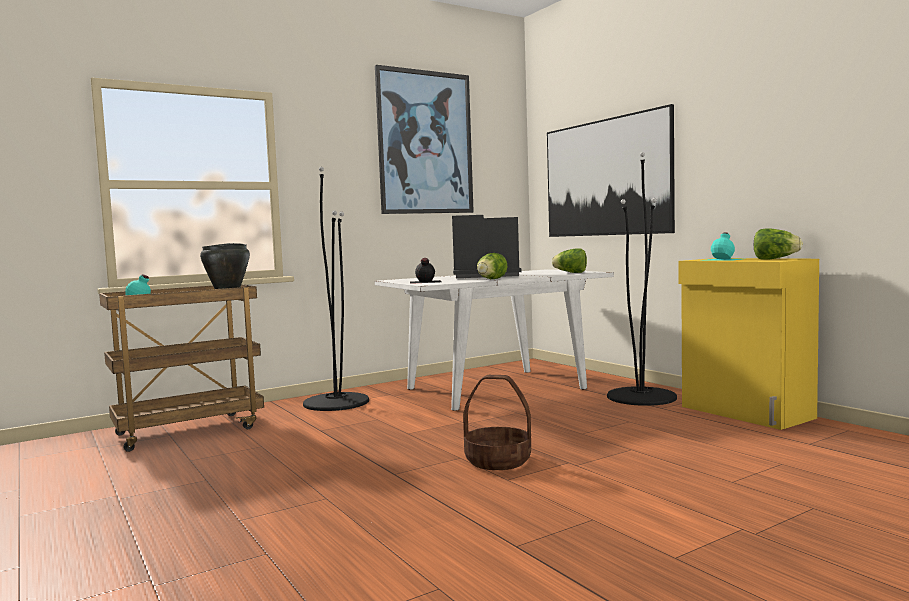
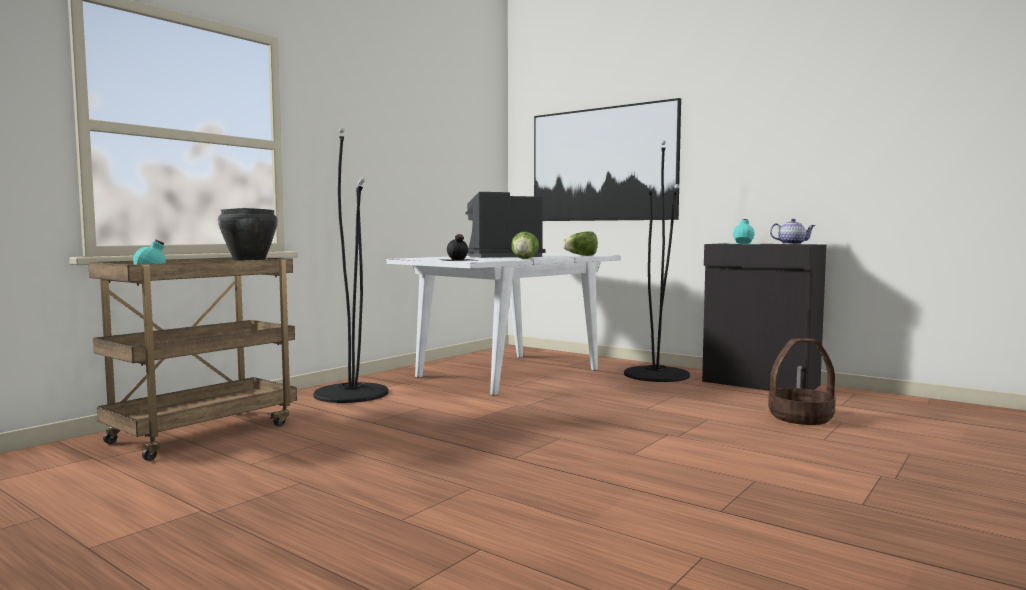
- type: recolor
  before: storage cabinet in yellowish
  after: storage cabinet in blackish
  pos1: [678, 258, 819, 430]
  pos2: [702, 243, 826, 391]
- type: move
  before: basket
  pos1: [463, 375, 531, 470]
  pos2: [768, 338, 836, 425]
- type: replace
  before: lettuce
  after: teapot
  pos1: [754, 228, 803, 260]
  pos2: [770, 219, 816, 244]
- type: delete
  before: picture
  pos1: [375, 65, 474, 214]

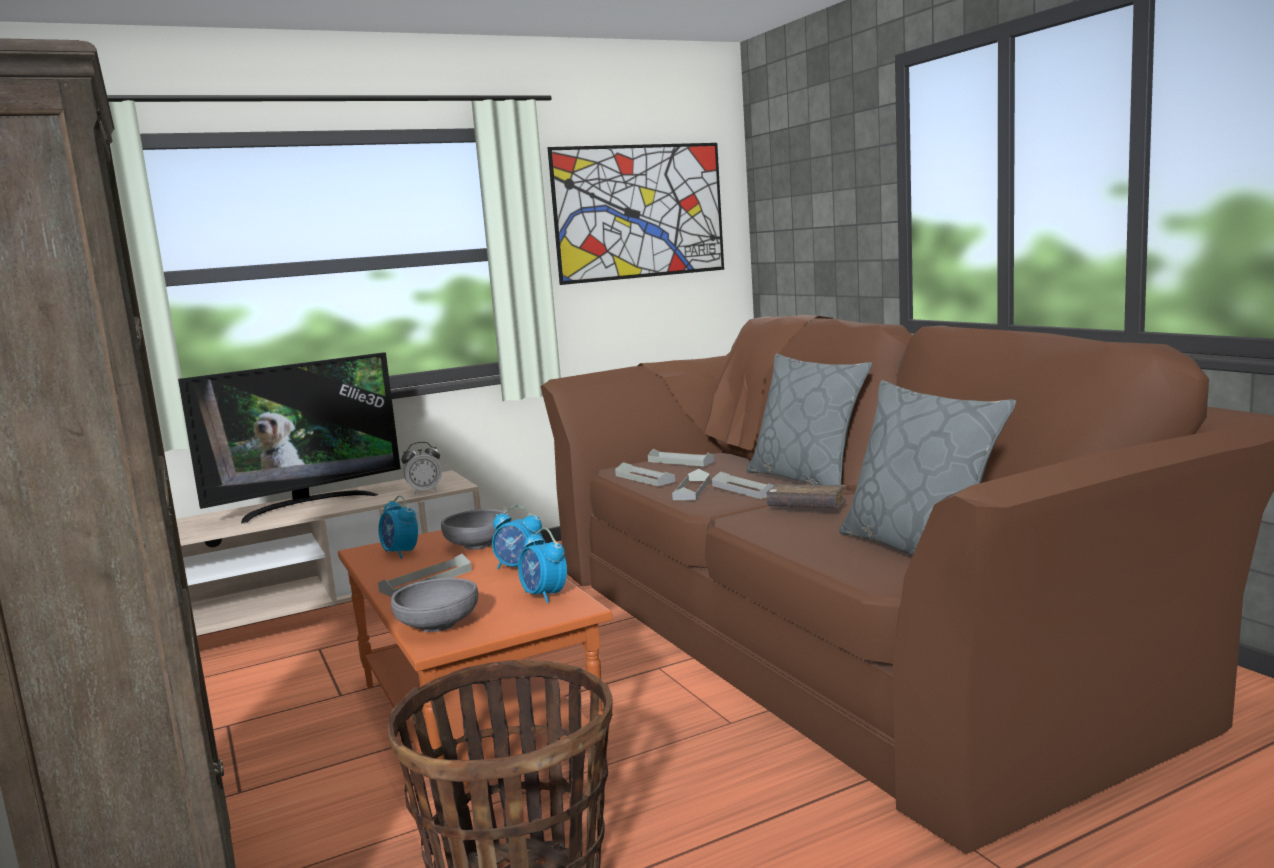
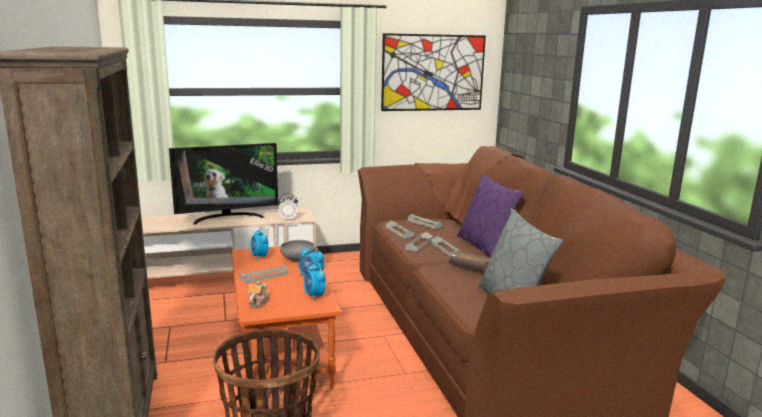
- type: replace
  before: serving bowl in grey
  after: teapot
  pos1: [391, 578, 478, 632]
  pos2: [248, 281, 269, 308]
- type: recolor
  before: pillow in grey
  after: pillow in purplish
  pos1: [746, 354, 872, 485]
  pos2: [457, 174, 524, 257]

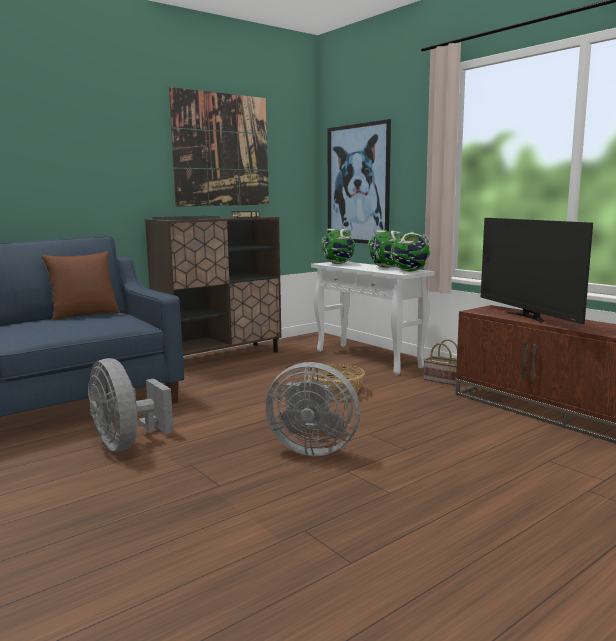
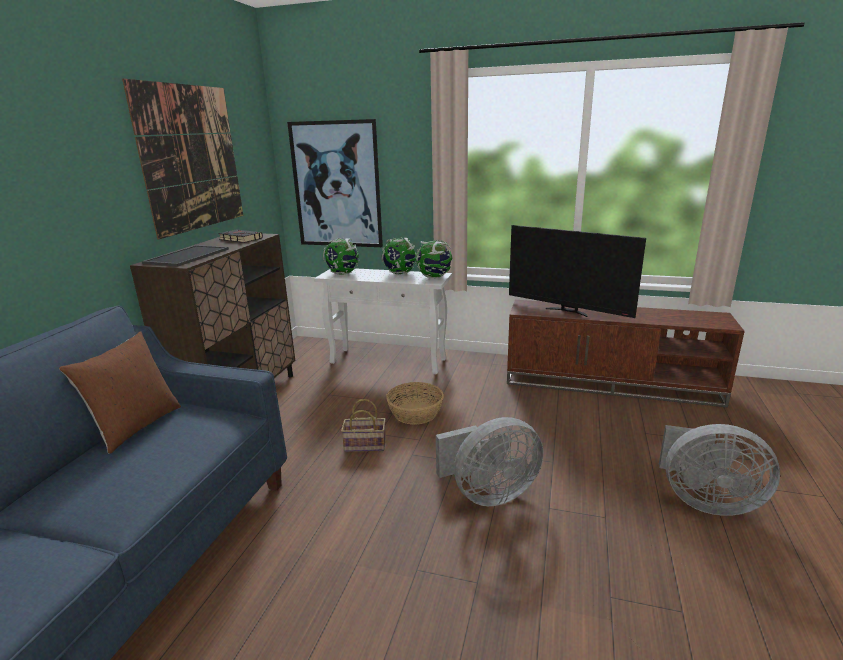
- type: move
  before: basket
  pos1: [424, 339, 458, 386]
  pos2: [341, 399, 386, 452]
- type: move
  before: fan in grey
  pos1: [88, 358, 173, 451]
  pos2: [659, 424, 780, 516]

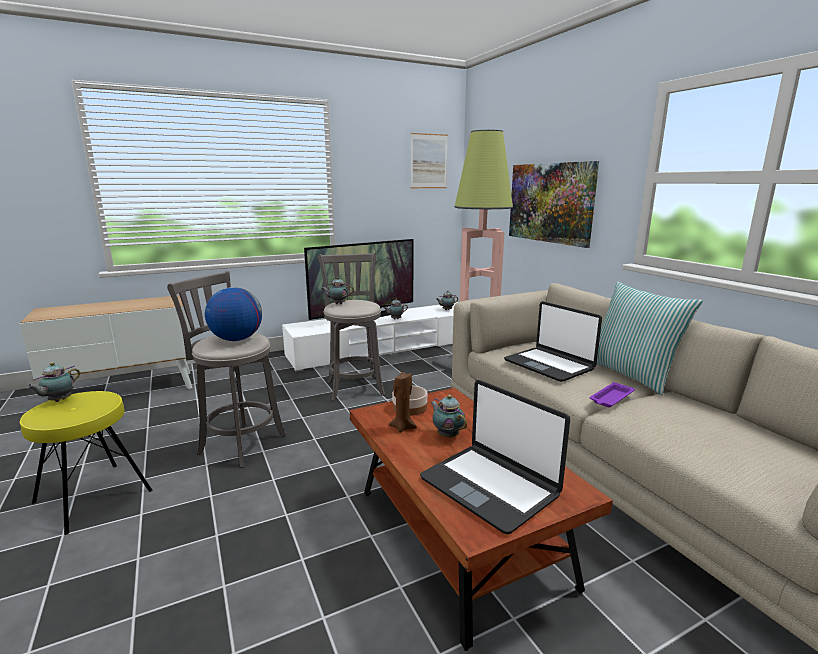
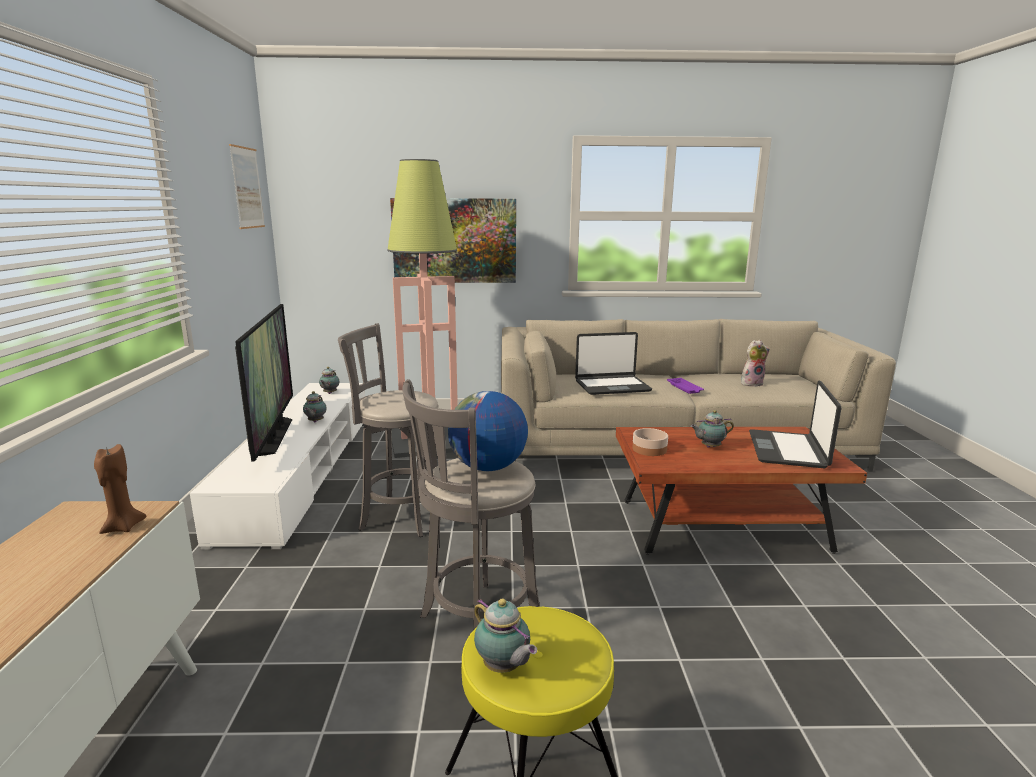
- type: move
  before: candle in brownish
  pos1: [389, 372, 417, 432]
  pos2: [94, 444, 147, 534]
- type: insert
  after: plush toy
  pos2: [741, 340, 770, 387]
- type: rotate
  before: portable computer
  pos1: [420, 380, 570, 534]
  pos2: [749, 381, 841, 468]
  turn: 120
- type: delete
  before: teapot
  pos1: [322, 277, 354, 304]
- type: delete
  before: pillow
  pos1: [596, 282, 703, 395]

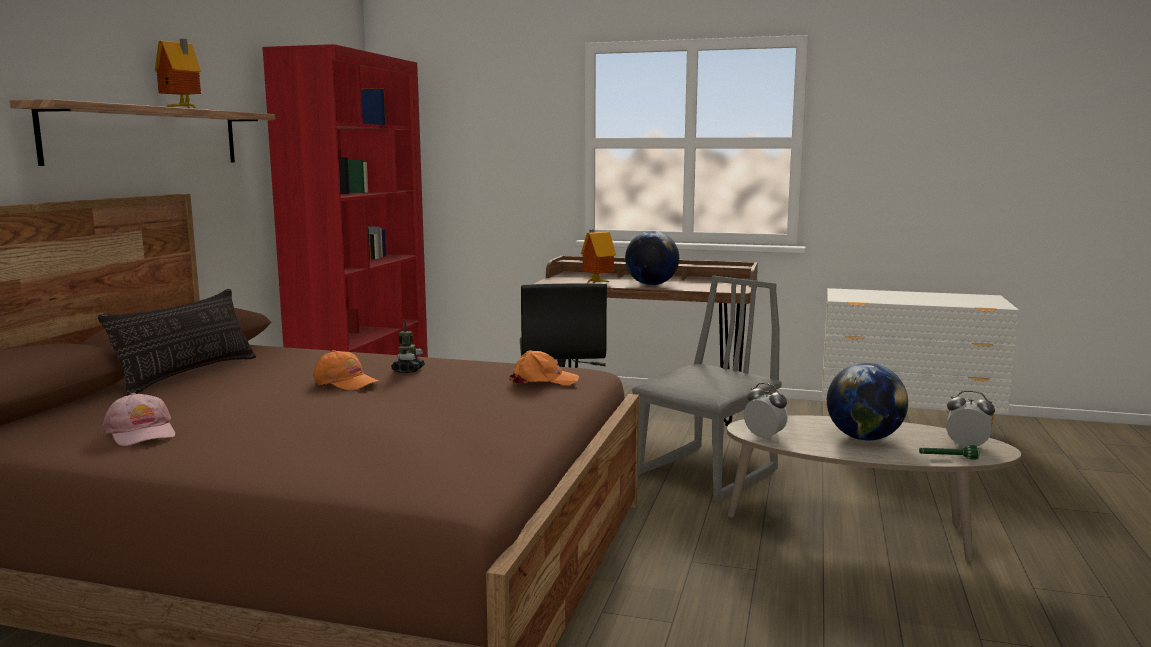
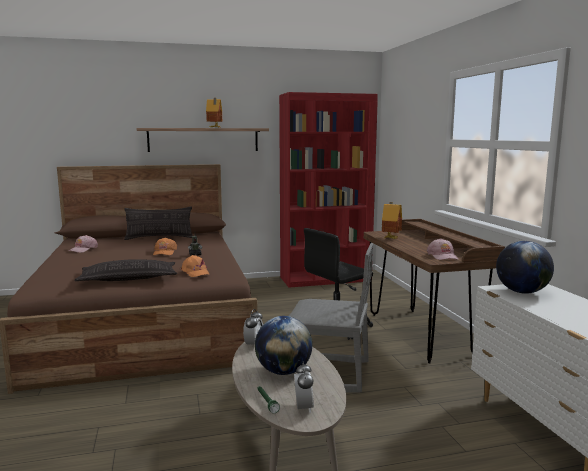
- type: insert
  after: pillow
  pos2: [74, 259, 177, 281]
- type: insert
  after: peaked cap in pinkish
  pos2: [427, 238, 458, 260]
- type: move
  before: desk globe
  pos1: [625, 231, 679, 285]
  pos2: [496, 241, 554, 294]

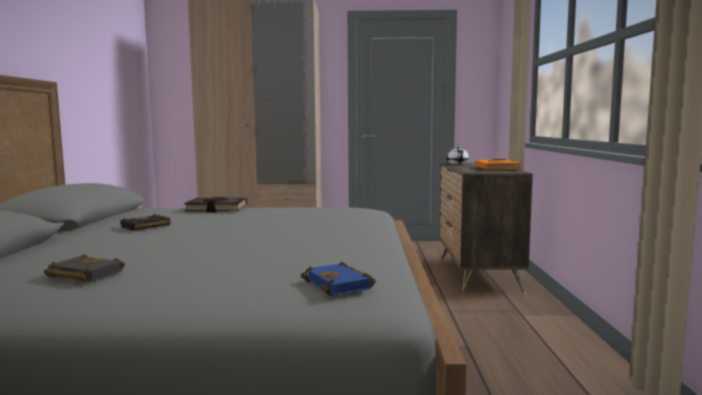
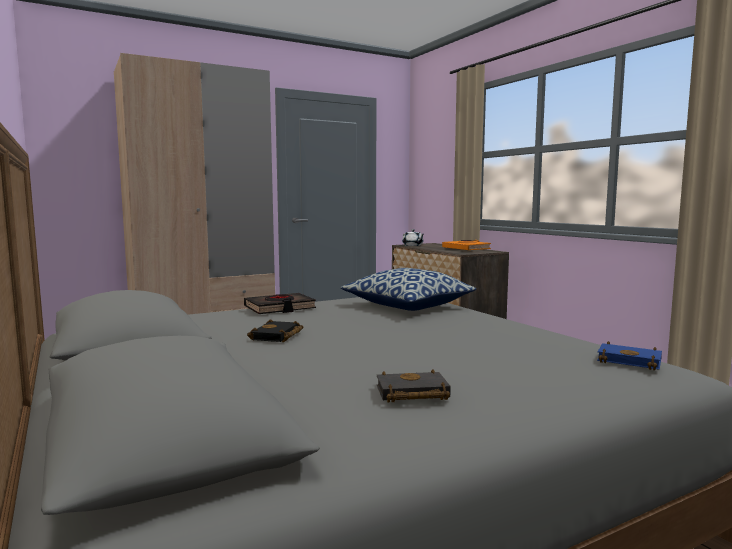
- type: insert
  after: pillow
  pos2: [340, 268, 476, 311]

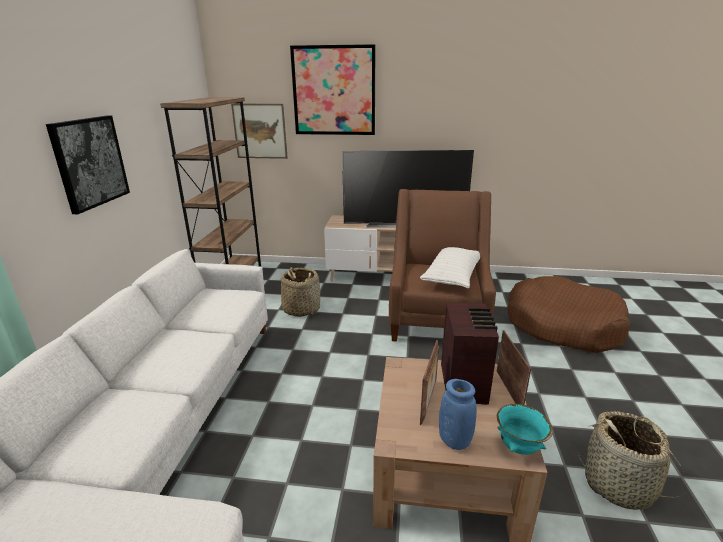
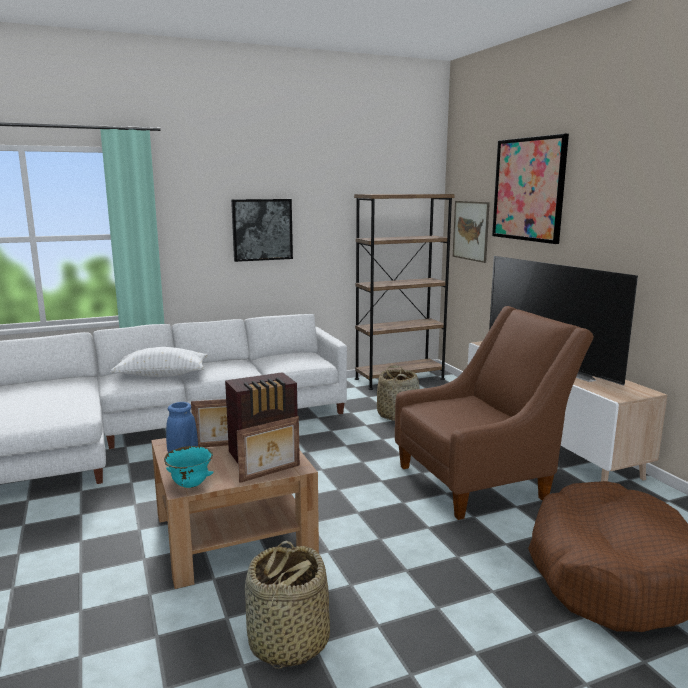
- type: move
  before: pillow in white-coloured
  pos1: [420, 247, 480, 288]
  pos2: [110, 347, 208, 377]

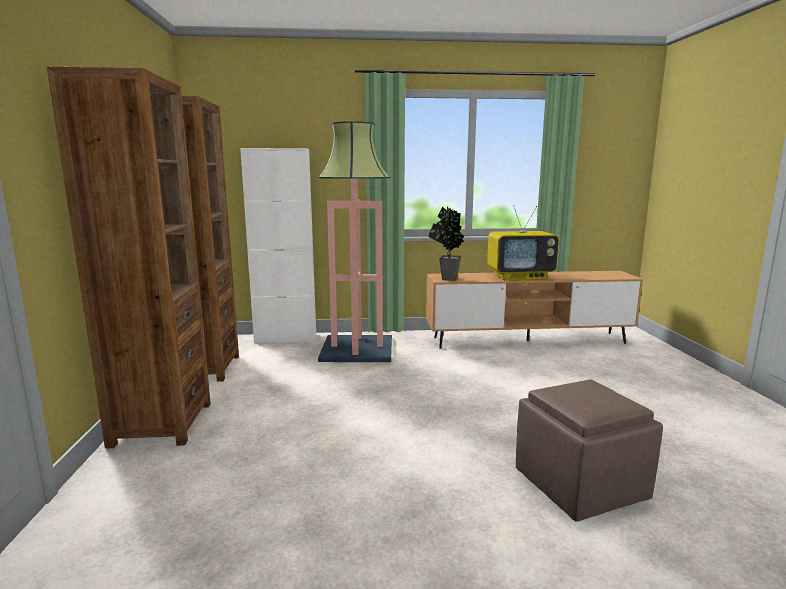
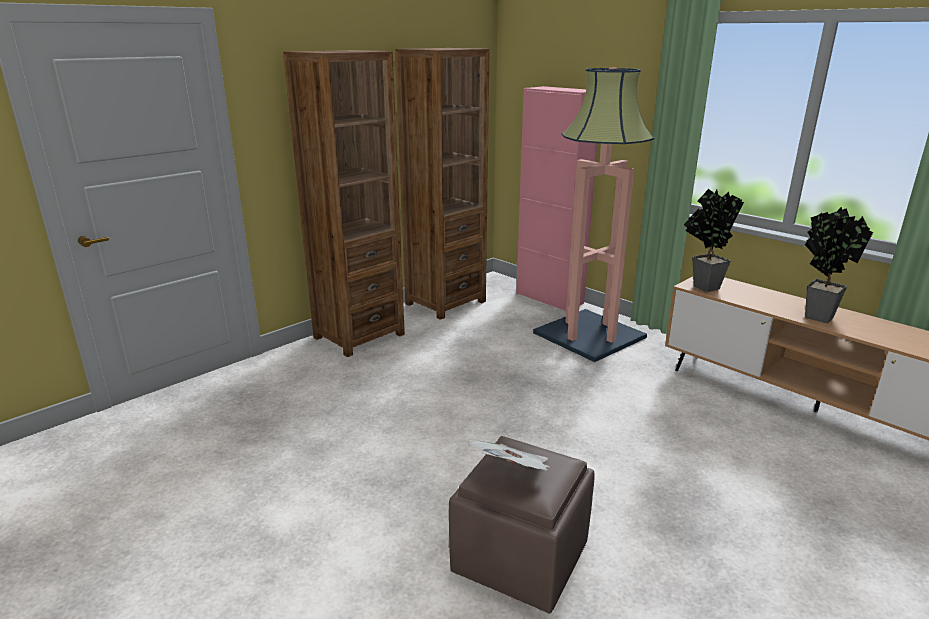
- type: insert
  after: daily paper
  pos2: [470, 439, 549, 471]
- type: recolor
  before: storage cabinet in white-coloured
  after: storage cabinet in pinkish
  pos1: [240, 148, 316, 344]
  pos2: [516, 86, 597, 312]
- type: replace
  before: television
  after: potted plant
  pos1: [487, 205, 559, 280]
  pos2: [805, 207, 873, 323]

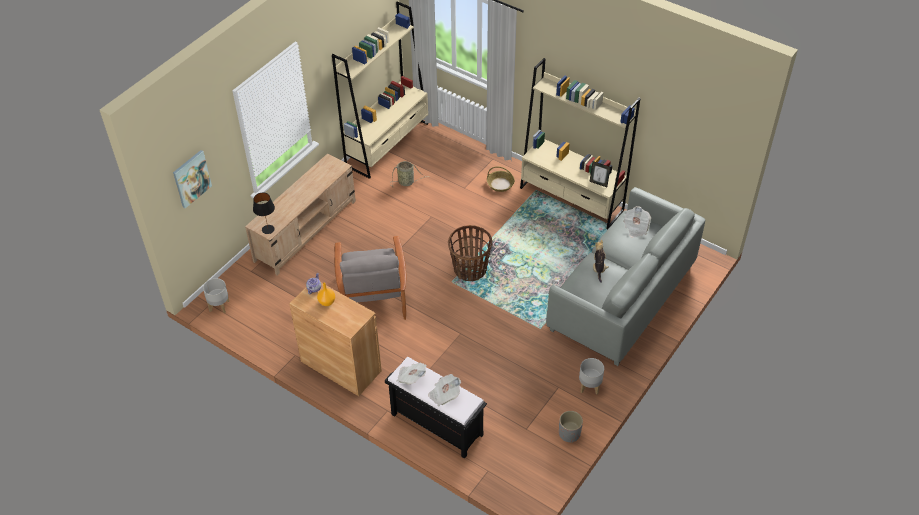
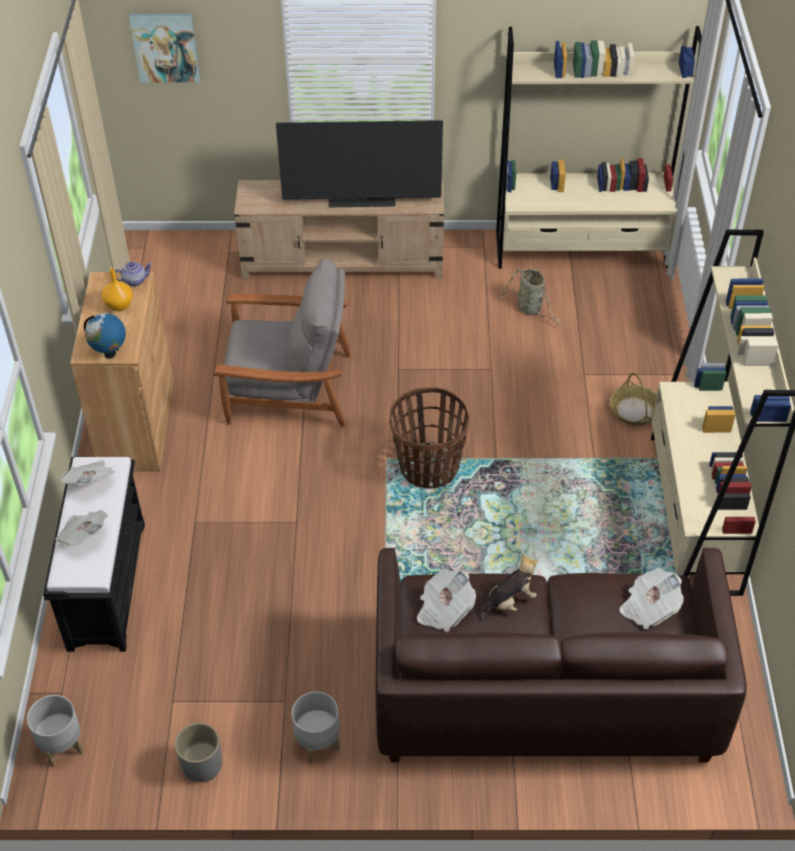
- type: move
  before: planter in grey
  pos1: [203, 278, 229, 313]
  pos2: [27, 695, 84, 767]
- type: insert
  after: desk globe
  pos2: [84, 313, 126, 359]
- type: rotate
  before: lounge chair in grey
  pos1: [334, 236, 406, 320]
  pos2: [214, 258, 350, 427]
  turn: -135
- type: insert
  after: television
  pos2: [276, 120, 443, 207]
- type: recolor
  before: couch in grey
  after: couch in brownish
  pos1: [546, 187, 705, 366]
  pos2: [375, 548, 747, 762]
- type: insert
  after: daily paper
  pos2: [417, 569, 476, 632]
- type: delete
  before: tabletop lamp in blackish
  pos1: [253, 192, 275, 234]
- type: delete
  before: photo frame
  pos1: [589, 161, 611, 187]

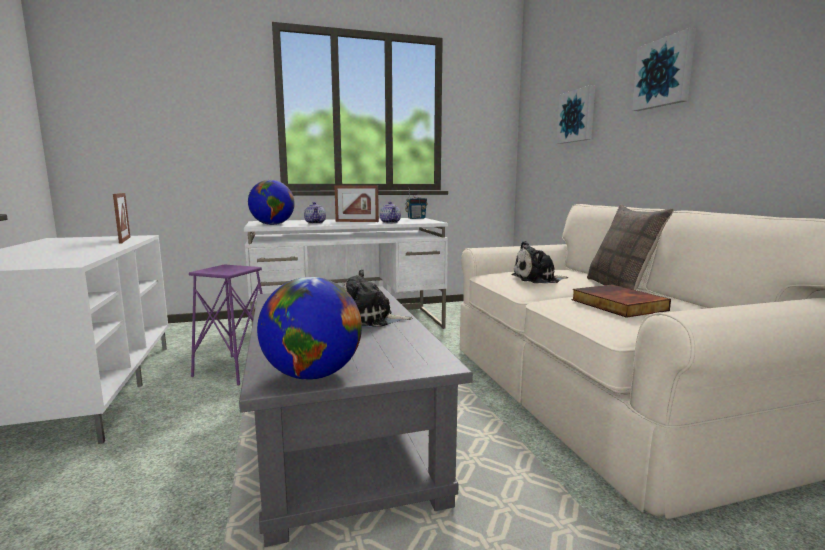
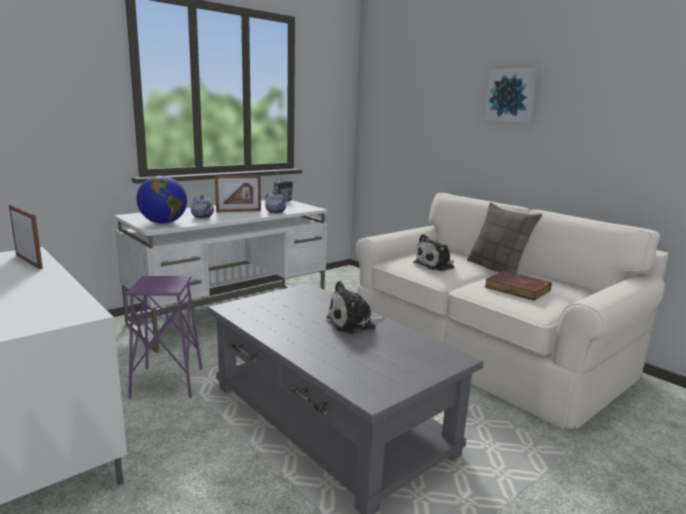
- type: delete
  before: desk globe
  pos1: [257, 277, 362, 380]
- type: delete
  before: picture
  pos1: [557, 85, 595, 144]

